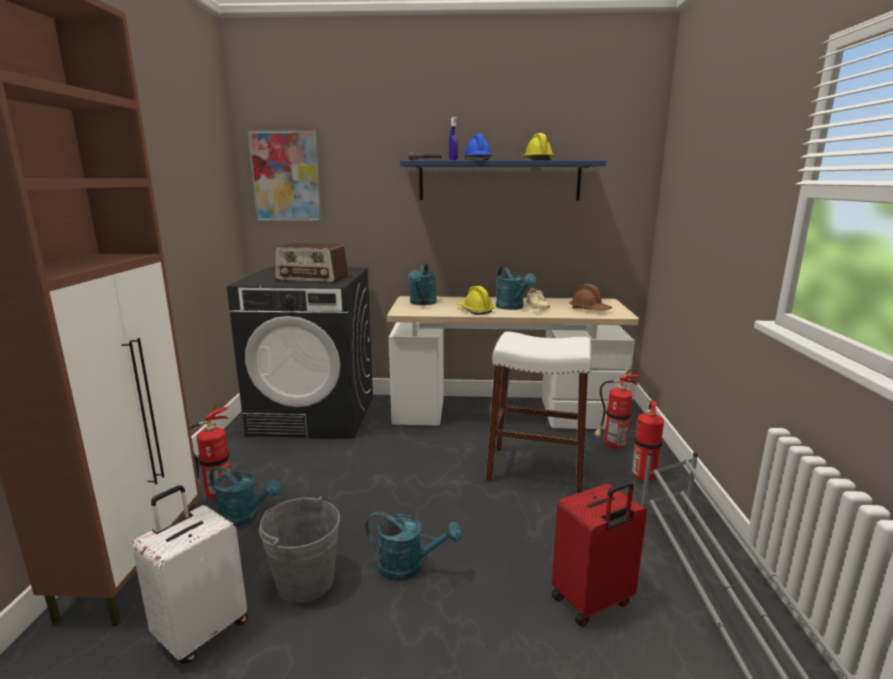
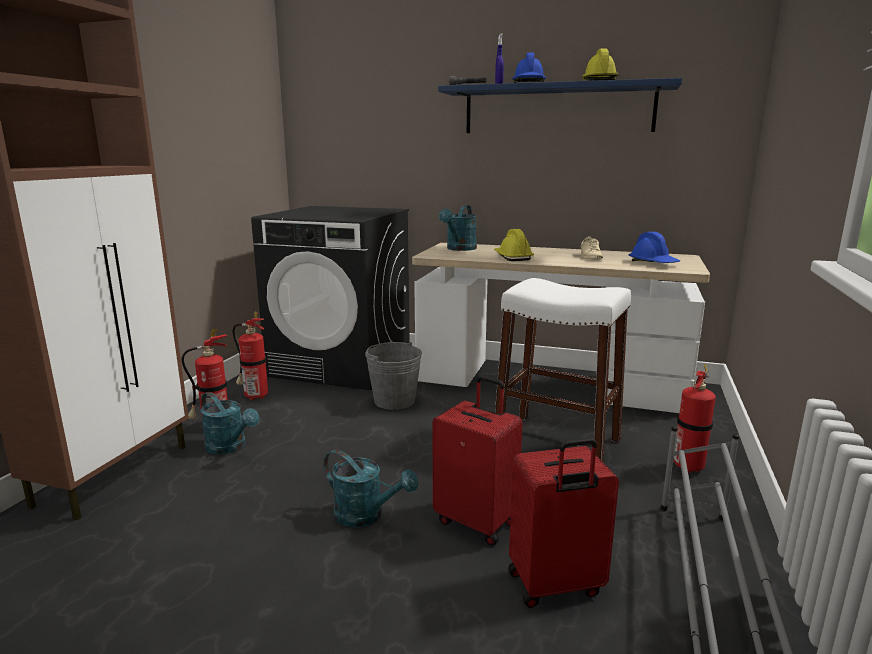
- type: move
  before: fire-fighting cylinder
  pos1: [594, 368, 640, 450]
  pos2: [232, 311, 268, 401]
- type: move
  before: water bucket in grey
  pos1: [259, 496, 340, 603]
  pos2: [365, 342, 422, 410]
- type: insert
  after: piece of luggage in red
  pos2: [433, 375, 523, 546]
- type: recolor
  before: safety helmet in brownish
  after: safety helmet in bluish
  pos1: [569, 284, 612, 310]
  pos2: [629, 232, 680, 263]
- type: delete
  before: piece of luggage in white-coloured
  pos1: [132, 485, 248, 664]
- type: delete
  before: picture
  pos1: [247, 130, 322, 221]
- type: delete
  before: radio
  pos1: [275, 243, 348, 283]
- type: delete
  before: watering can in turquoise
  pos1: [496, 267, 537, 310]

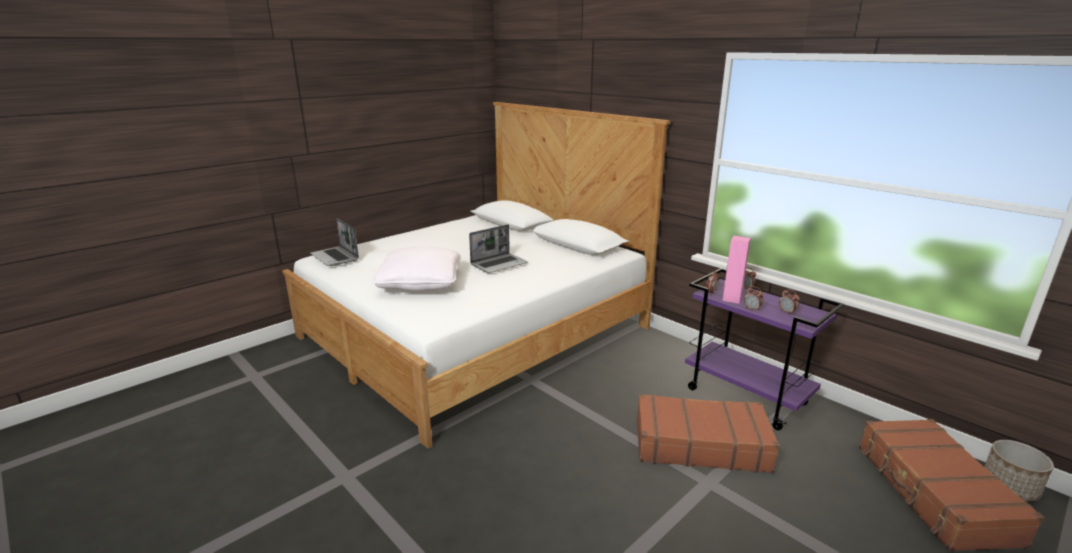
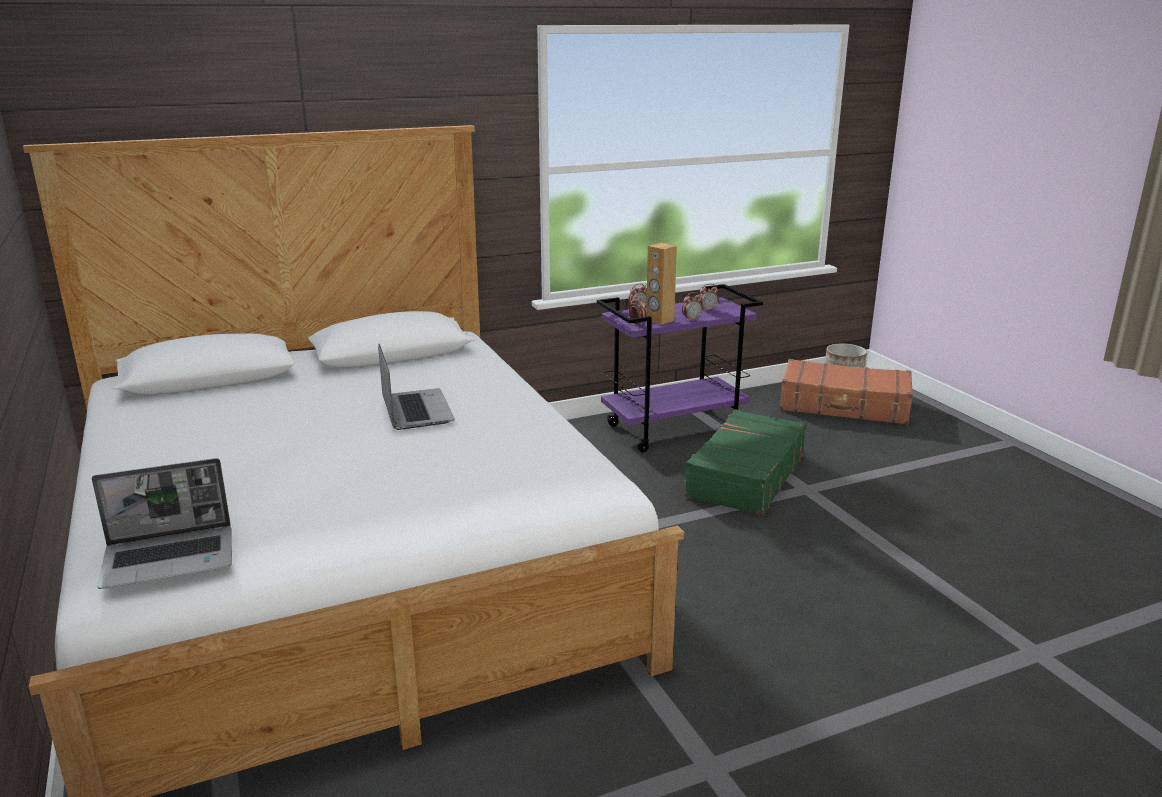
- type: recolor
  before: loudspeaker in pinkish
  after: loudspeaker in brownish
  pos1: [722, 236, 751, 304]
  pos2: [646, 243, 677, 325]
- type: recolor
  before: piece of luggage in brownish
  after: piece of luggage in greenish
  pos1: [637, 394, 780, 473]
  pos2: [684, 409, 806, 515]
- type: delete
  before: pillow in white-coloured
  pos1: [373, 246, 461, 291]

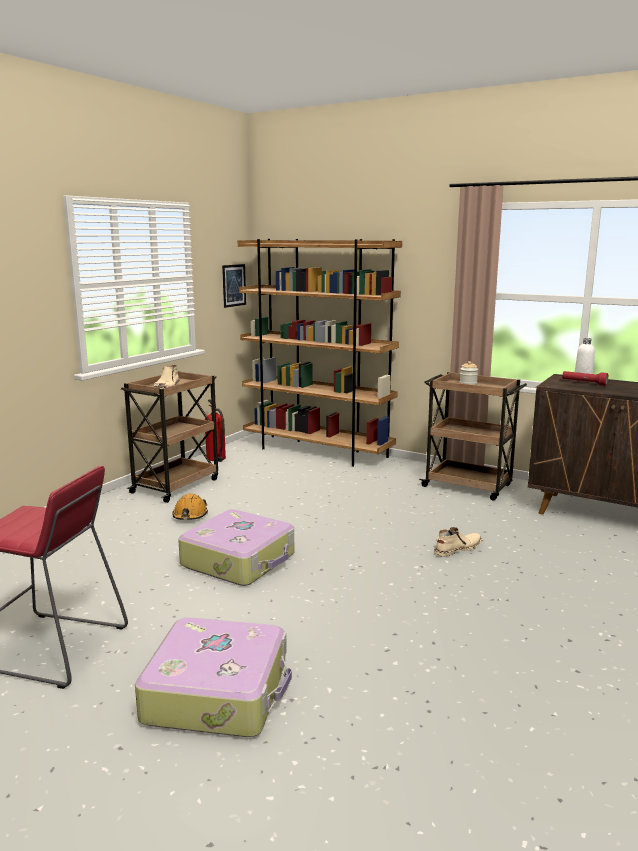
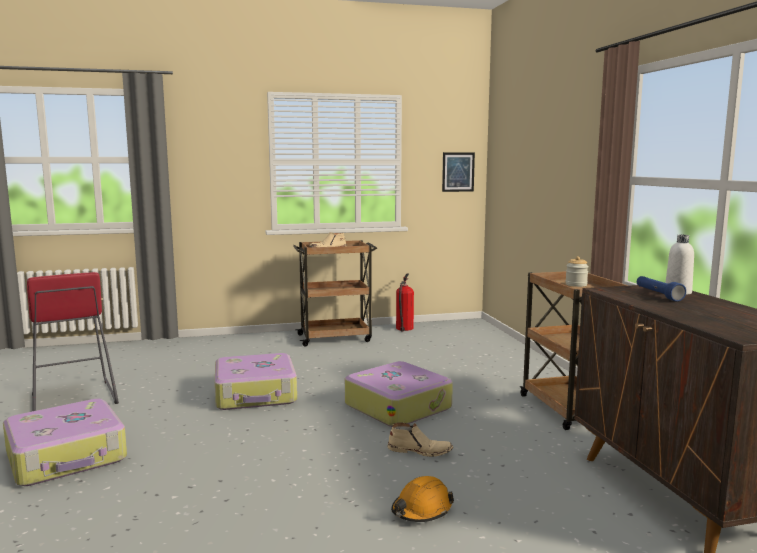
- type: insert
  after: piece of luggage
  pos2: [345, 361, 453, 427]
- type: move
  before: safety helmet in orangey
  pos1: [172, 494, 208, 520]
  pos2: [391, 476, 454, 522]
- type: recolor
  before: torch in red
  after: torch in bluish
  pos1: [562, 371, 608, 386]
  pos2: [637, 276, 686, 302]
- type: delete
  before: shelving unit in brownish
  pos1: [238, 239, 402, 467]

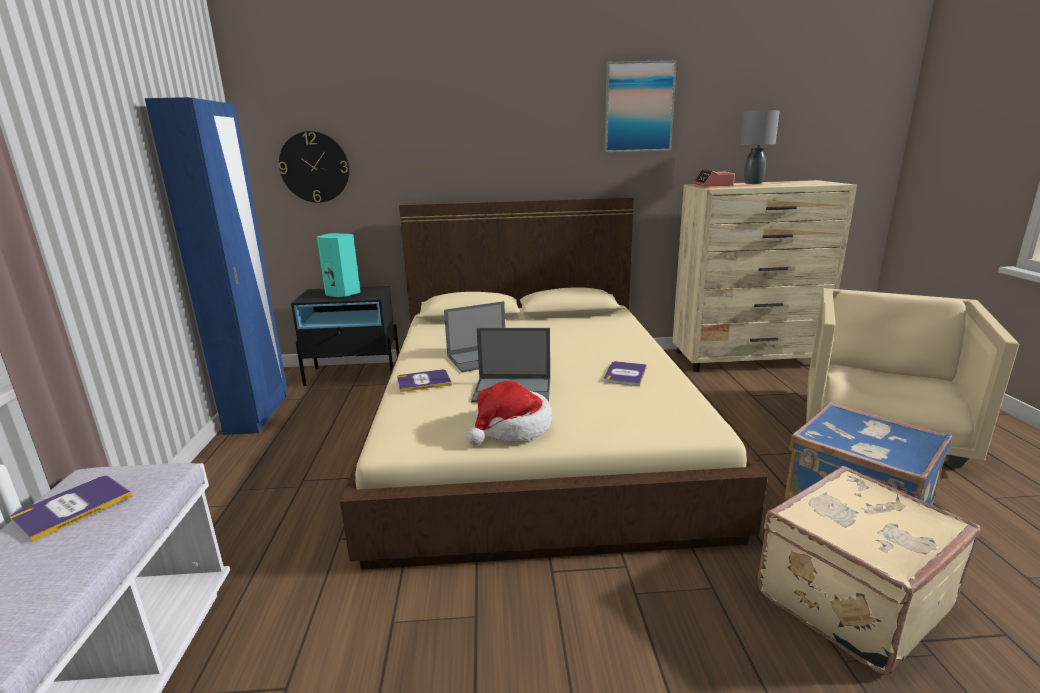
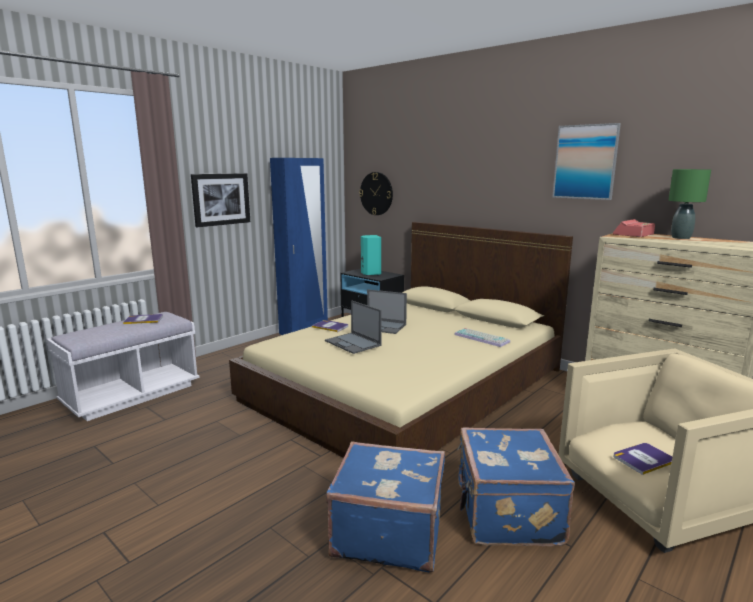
- type: insert
  after: picture
  pos2: [191, 173, 250, 227]
- type: recolor
  before: piece of luggage in beige-coloured
  after: piece of luggage in bluish
  pos1: [757, 466, 981, 675]
  pos2: [326, 441, 445, 572]
- type: insert
  after: keyboard
  pos2: [454, 328, 510, 347]
- type: move
  before: bound book
  pos1: [604, 361, 647, 386]
  pos2: [613, 443, 672, 475]
- type: recolor
  before: tabletop lamp in grey
  after: tabletop lamp in greenish
  pos1: [740, 110, 780, 184]
  pos2: [669, 169, 711, 239]
- type: delete
  before: clothing hat
  pos1: [467, 381, 552, 445]

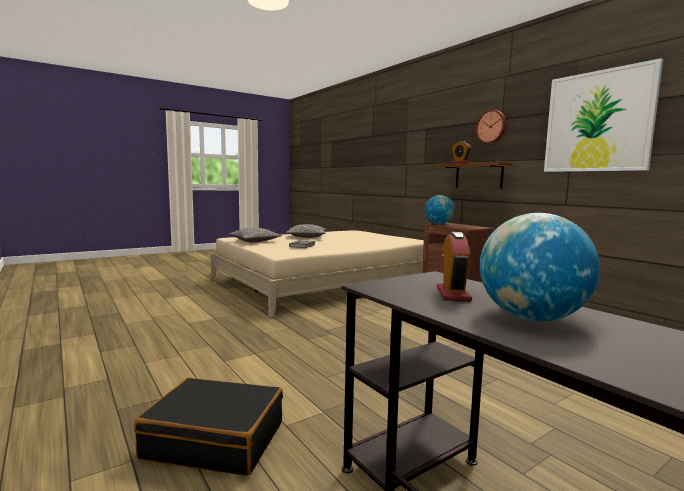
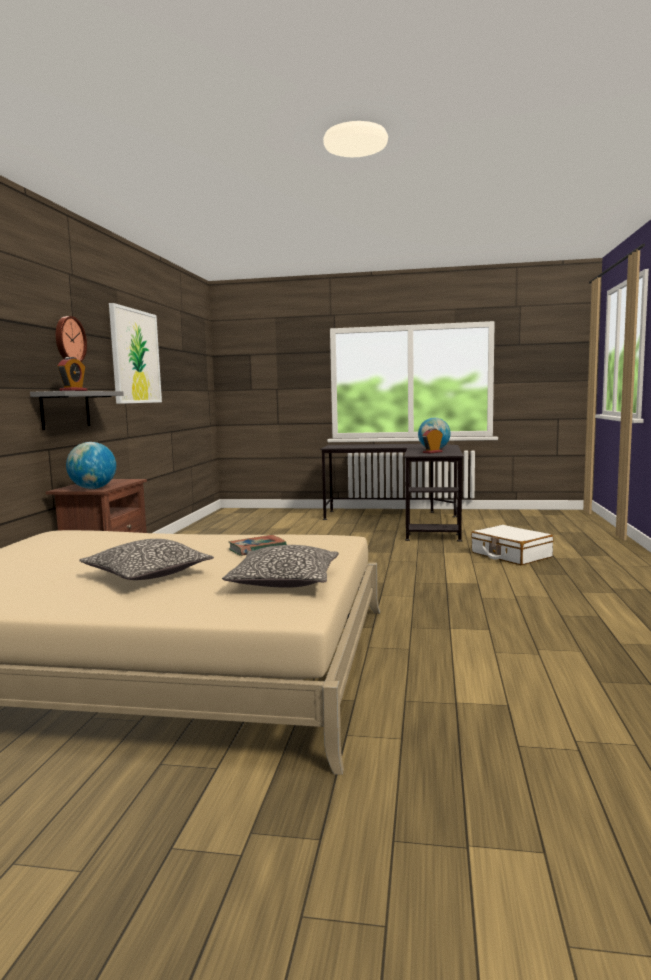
- type: recolor
  before: bracket shelf in brownish
  after: bracket shelf in grey
  pos1: [436, 162, 513, 188]
  pos2: [30, 391, 124, 430]
- type: recolor
  before: piece of luggage in blackish
  after: piece of luggage in white-coloured
  pos1: [134, 378, 283, 476]
  pos2: [471, 525, 554, 565]

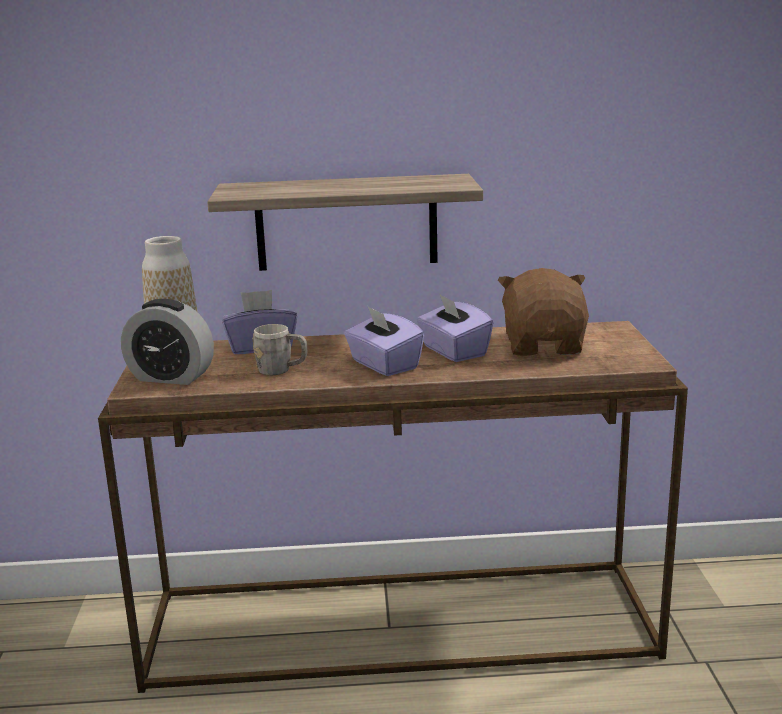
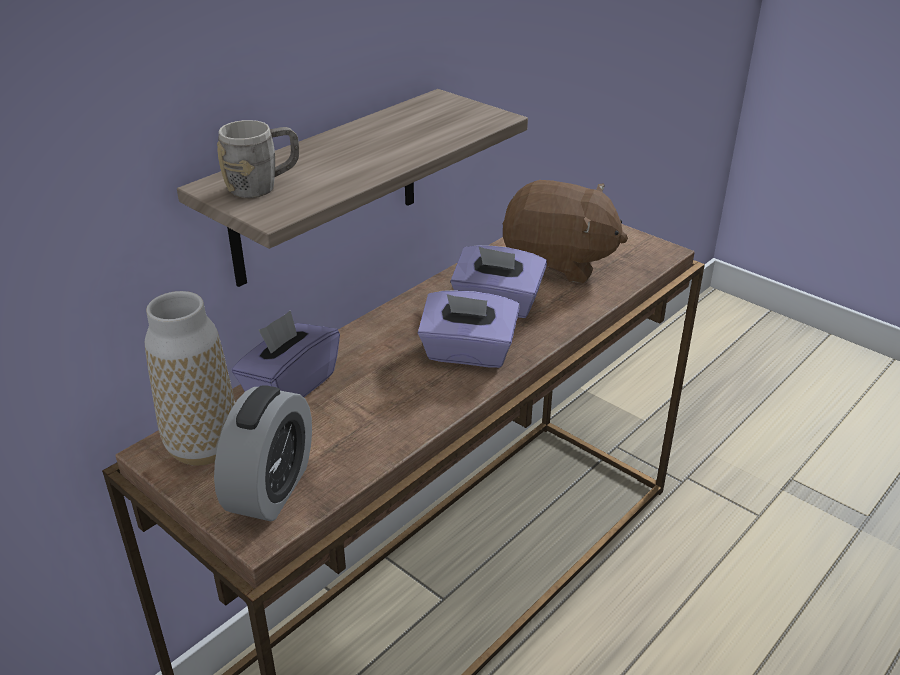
- type: rotate
  before: table clock
  pos1: [121, 299, 214, 385]
  pos2: [214, 385, 312, 521]
  turn: -45
- type: move
  before: coffee mug in grey
  pos1: [252, 324, 307, 375]
  pos2: [217, 120, 299, 198]
- type: rotate
  before: plush toy in brownish
  pos1: [498, 268, 589, 356]
  pos2: [503, 180, 628, 283]
  turn: 150

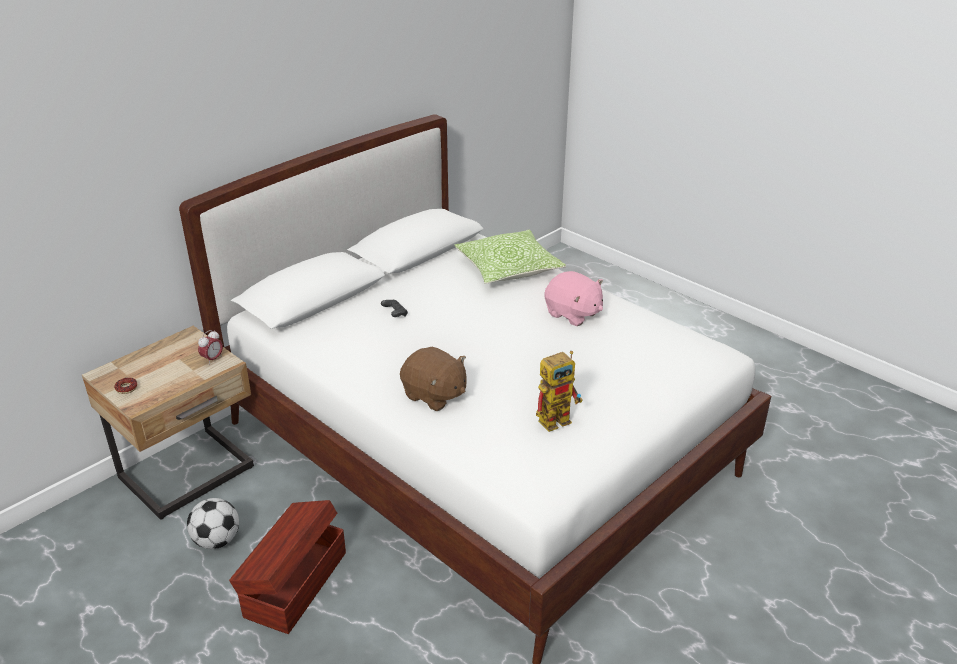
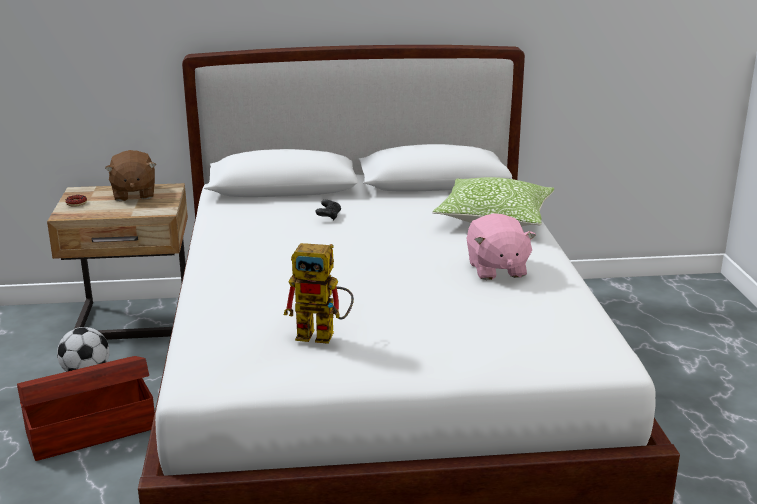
- type: move
  before: plush toy in brownish
  pos1: [400, 347, 466, 411]
  pos2: [105, 150, 156, 201]
- type: delete
  before: table clock
  pos1: [198, 330, 223, 365]

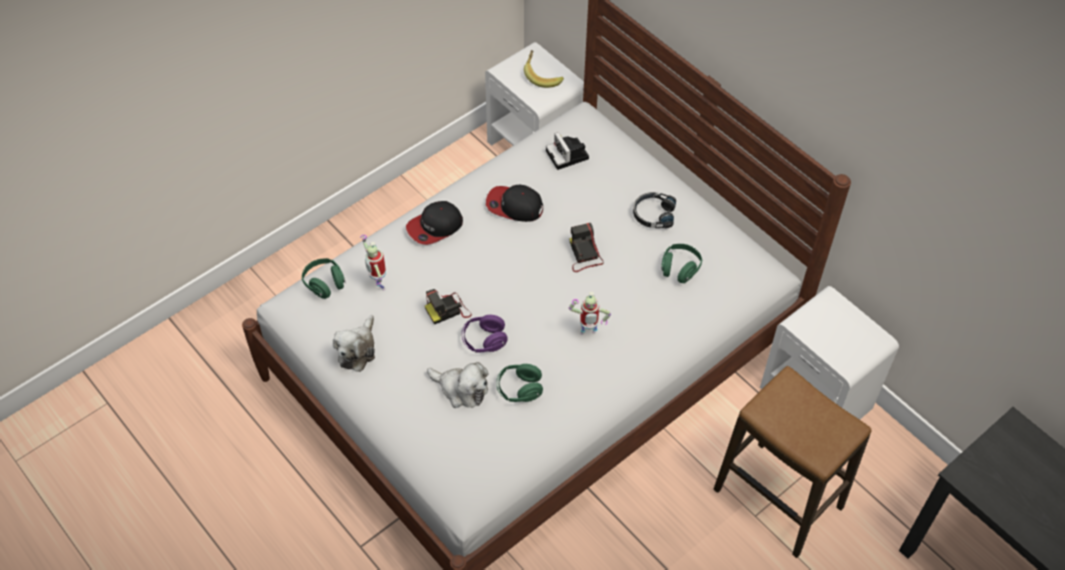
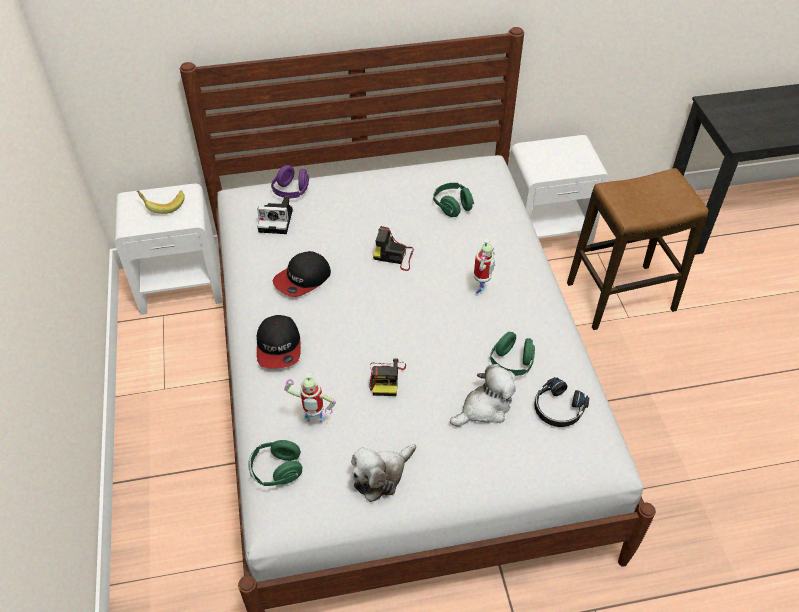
- type: move
  before: headset in purplish
  pos1: [462, 315, 507, 352]
  pos2: [271, 165, 309, 198]
- type: rotate
  before: plush toy
  pos1: [333, 315, 375, 372]
  pos2: [351, 444, 416, 502]
  turn: 90
- type: move
  before: headset in blackish
  pos1: [633, 192, 676, 228]
  pos2: [534, 377, 589, 427]

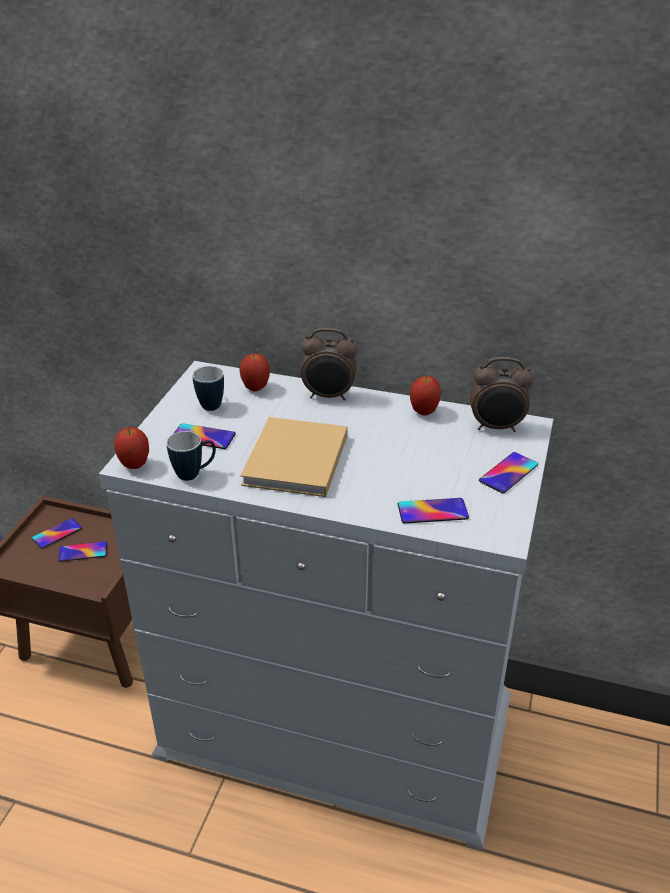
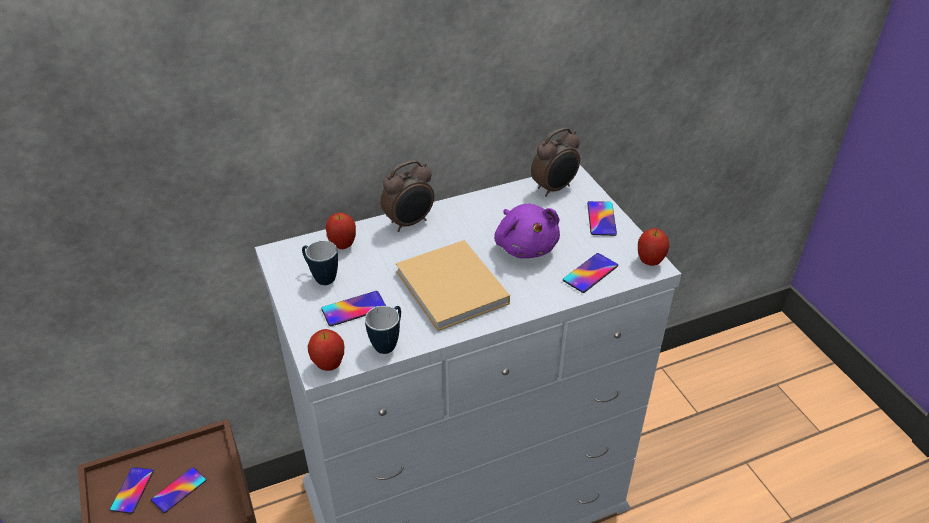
- type: insert
  after: plush toy in purplish
  pos2: [494, 204, 560, 258]
- type: move
  before: apple fruit
  pos1: [410, 376, 441, 416]
  pos2: [638, 228, 670, 266]

